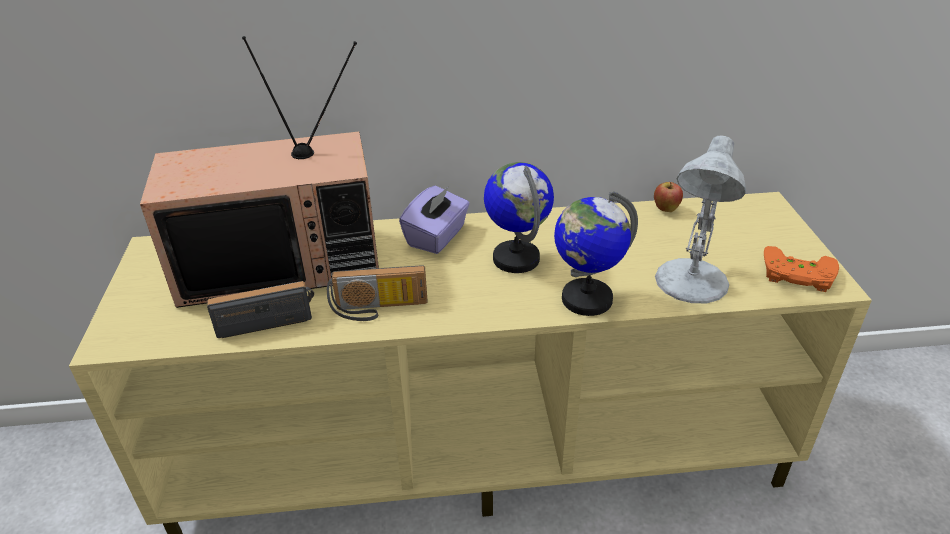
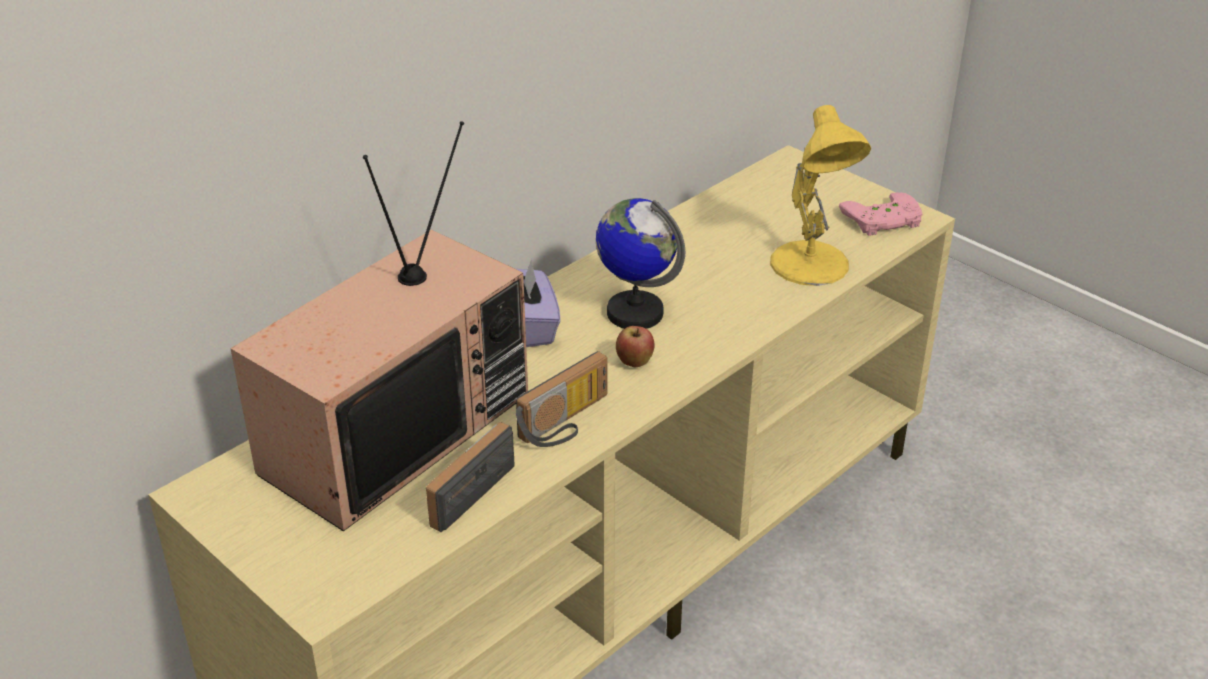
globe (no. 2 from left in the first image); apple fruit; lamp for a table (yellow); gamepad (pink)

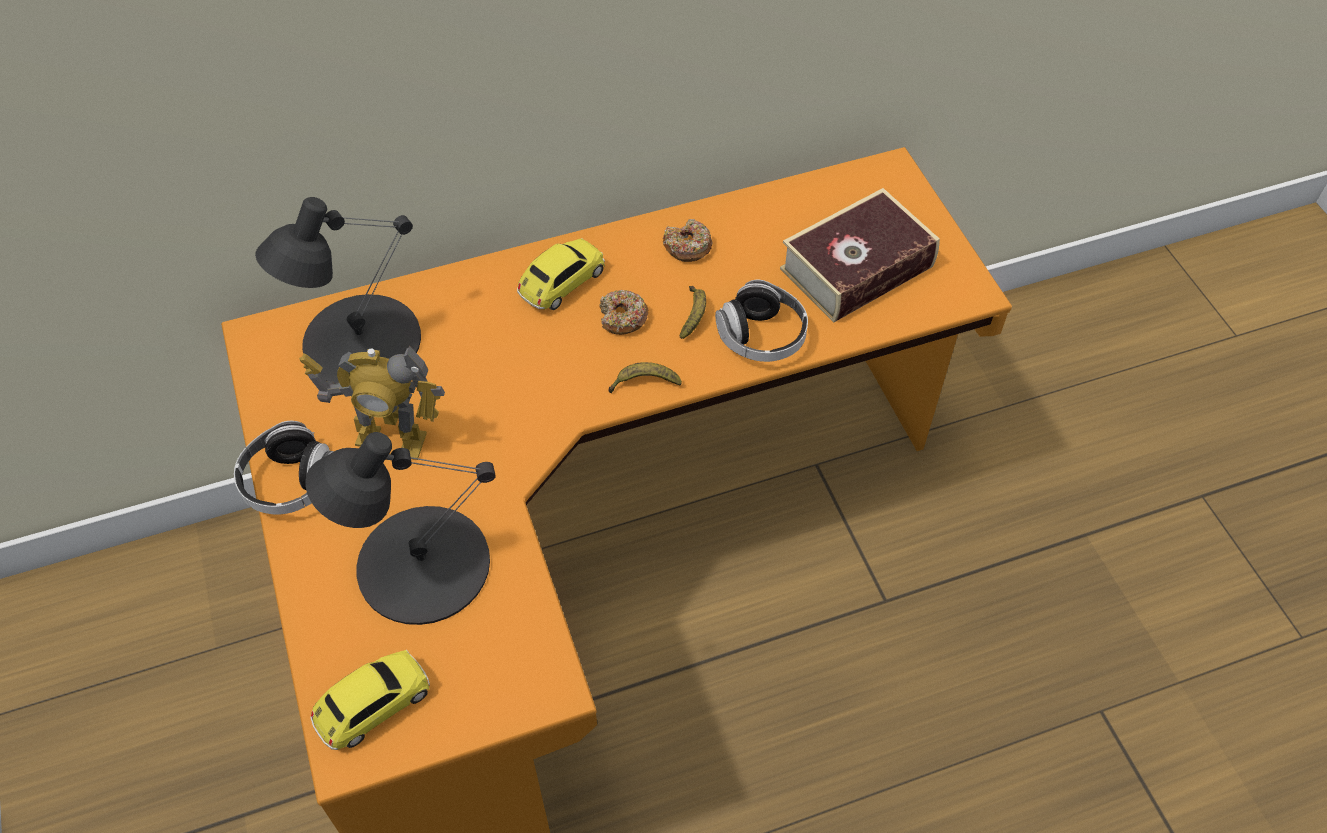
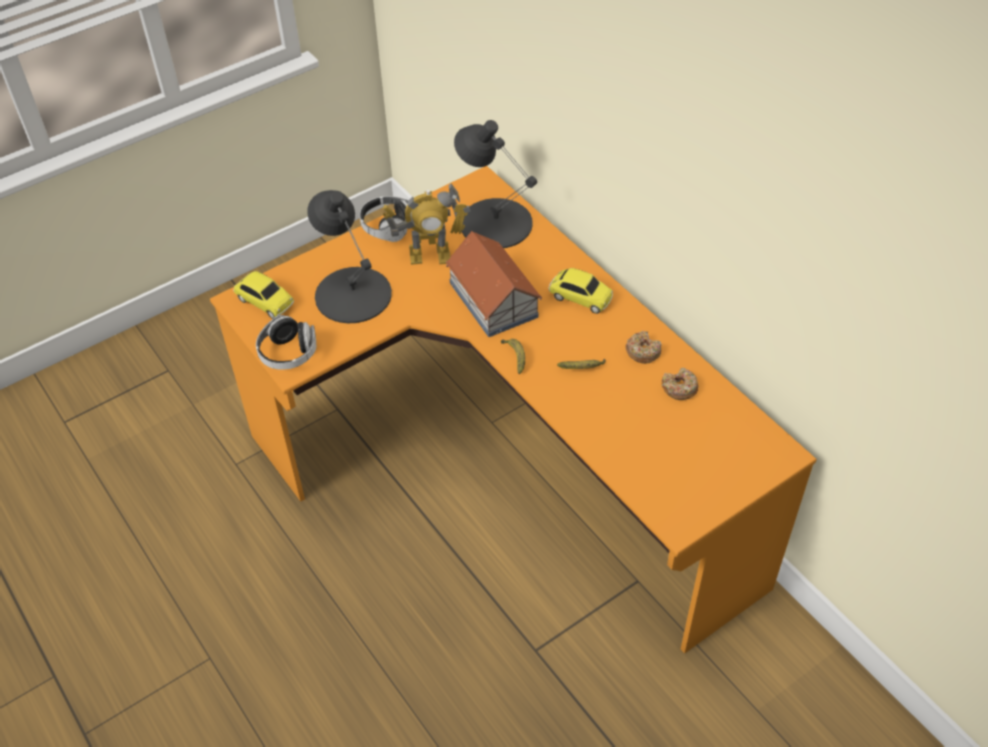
toy robot; doughnut (no. 2 from left); pair of headphones (no. 1 from left); volume; model house

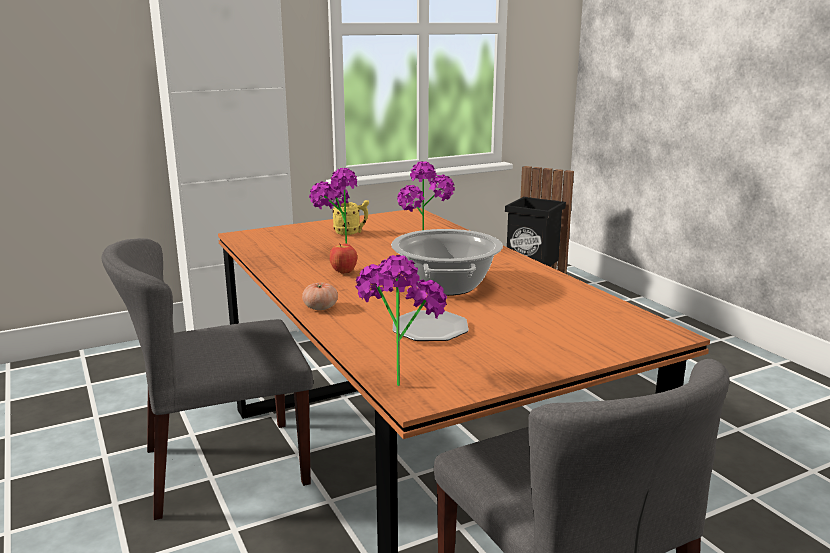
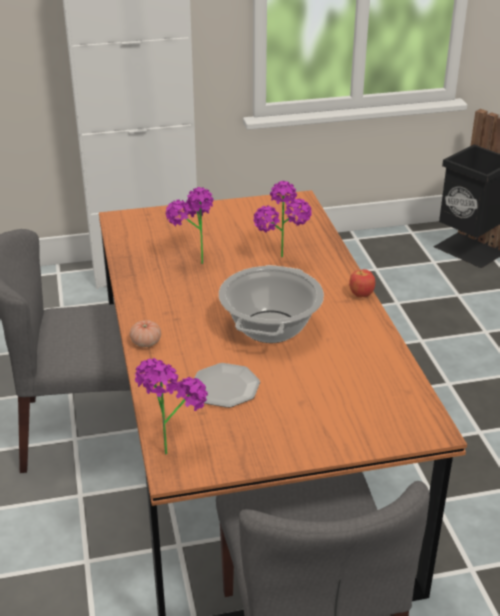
apple fruit; tea mug (yellow)

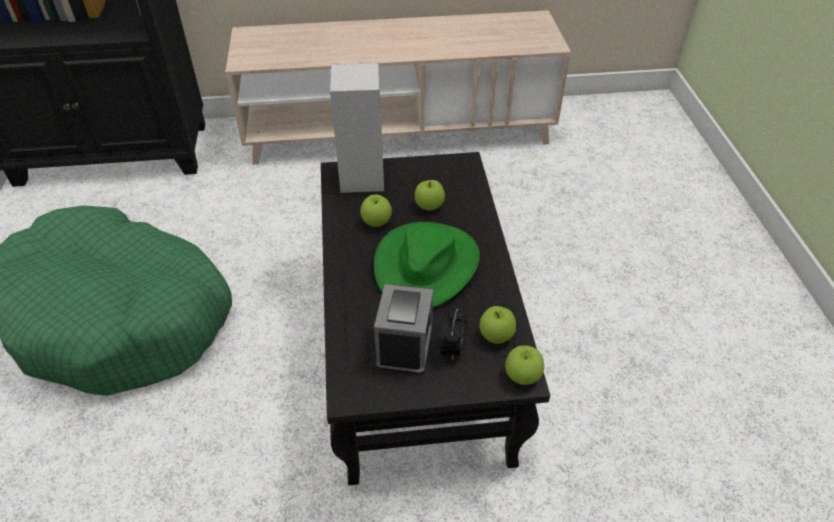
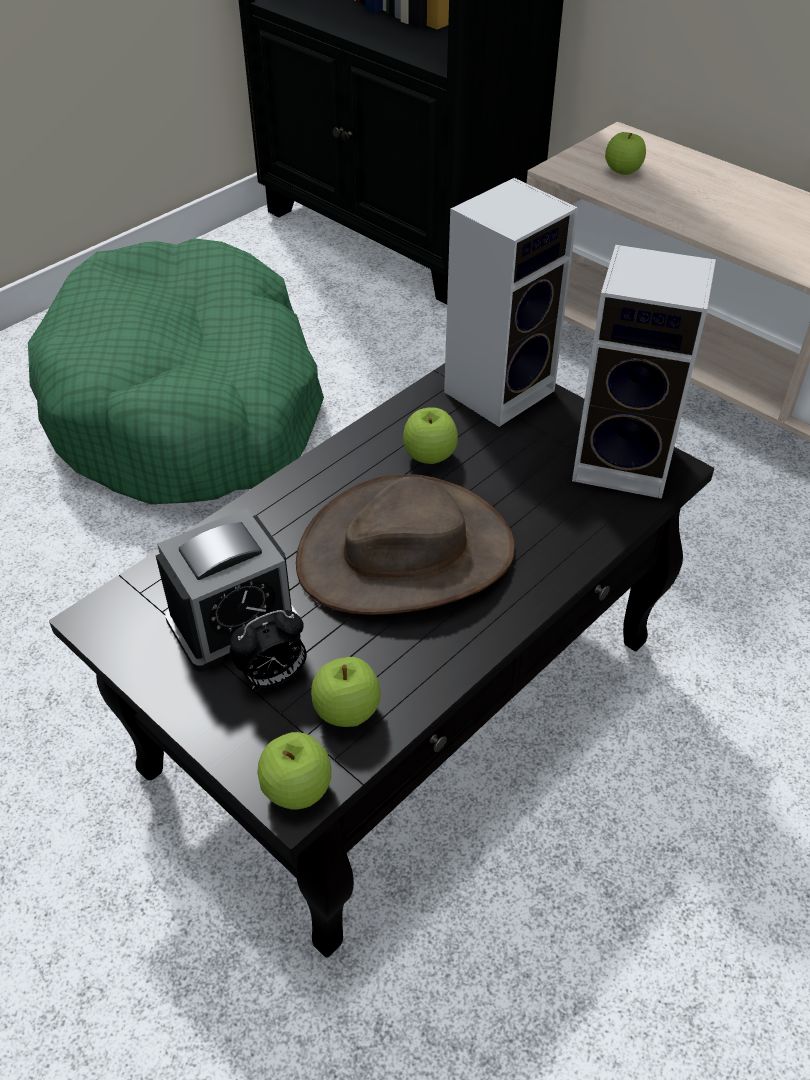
hat (brown); apple fruit (no. 4 from left); speaker (no. 2 from left)

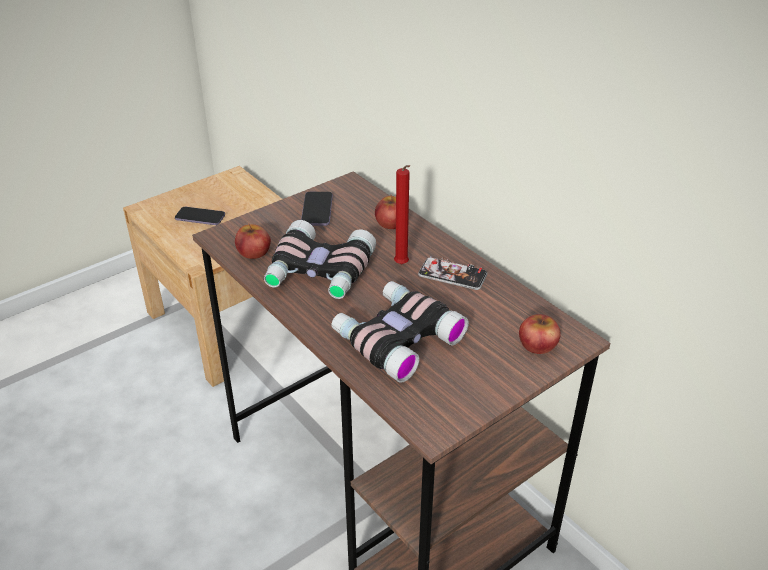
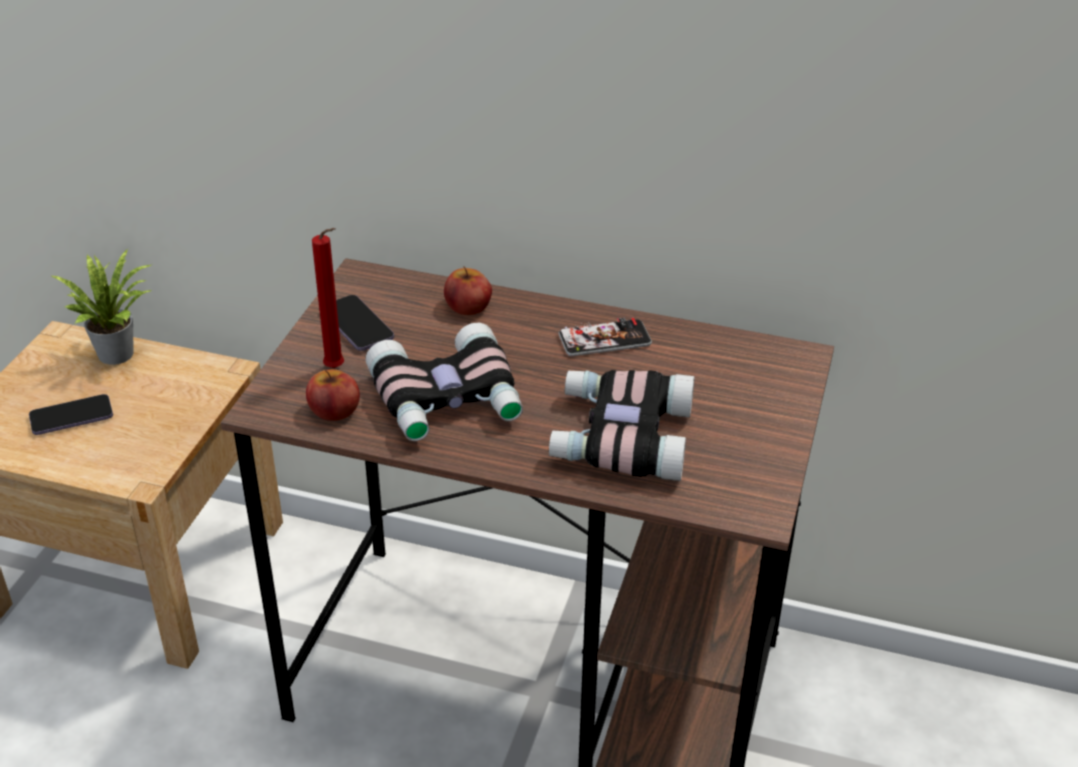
candle (reddish); apple fruit (no. 3 from left in the first image); potted plant

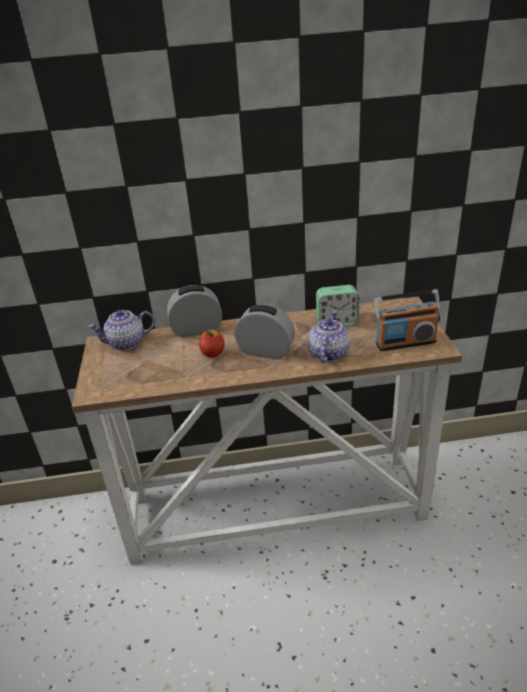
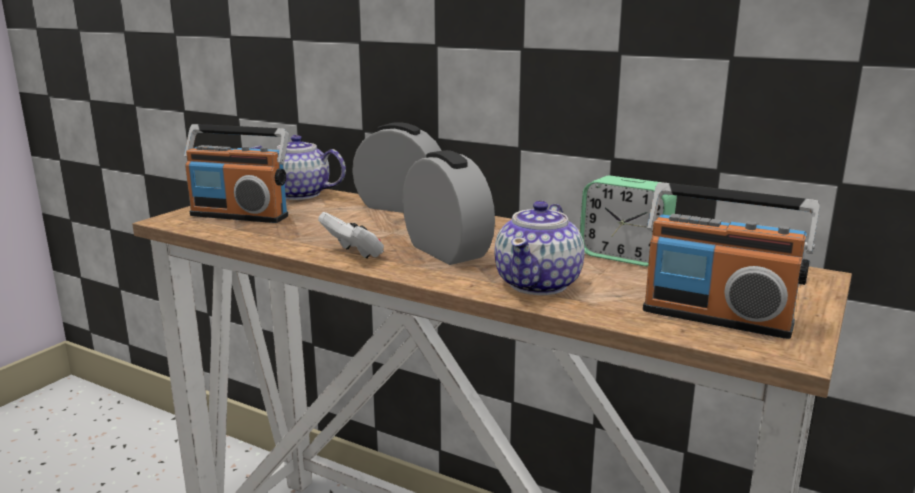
apple fruit; tea pot (no. 2 from left); radio set (no. 1 from left); gamepad (whitish)

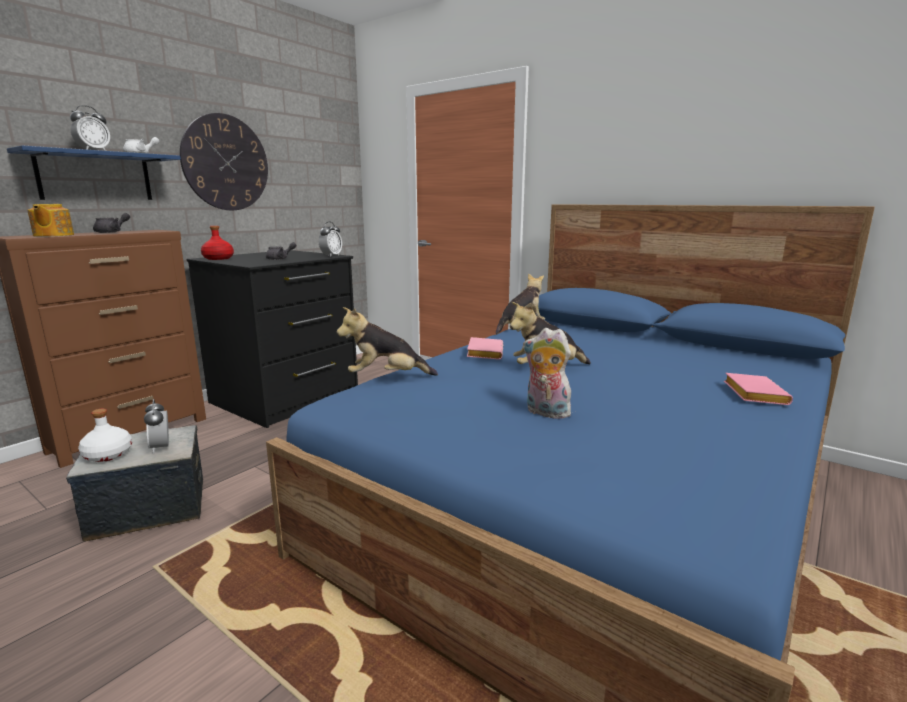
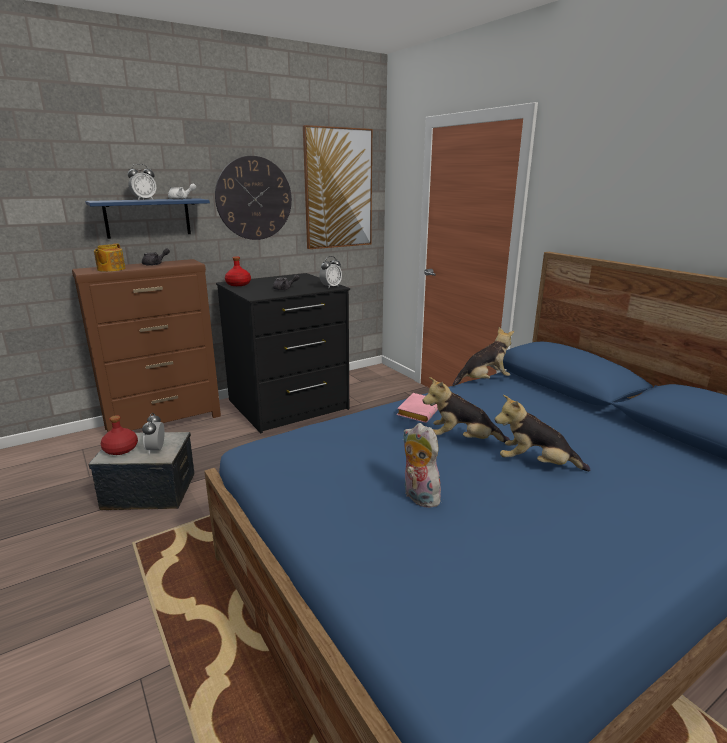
bottle (reddish) (no. 1 from left); plush toy (no. 4 from left); volume (pink) (no. 2 from left in the first image); picture

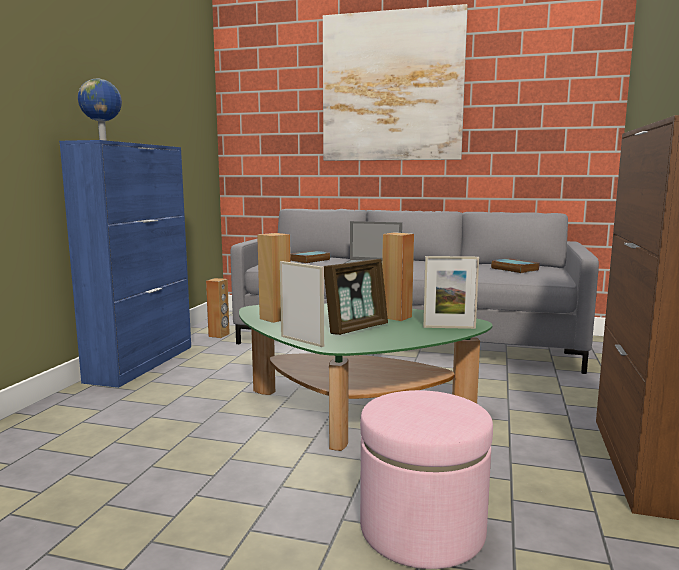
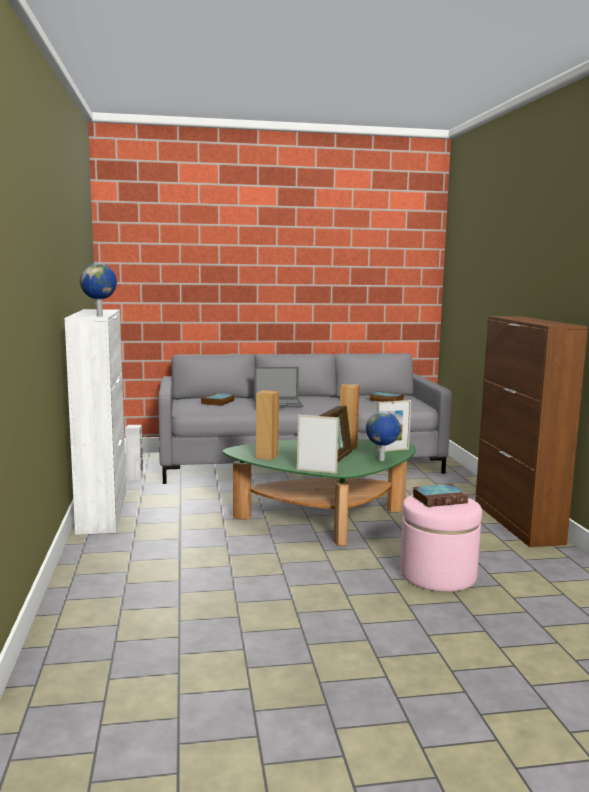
cabinet (whitish); speaker (whitish); picture; globe (no. 2 from left); volume (no. 3 from left)

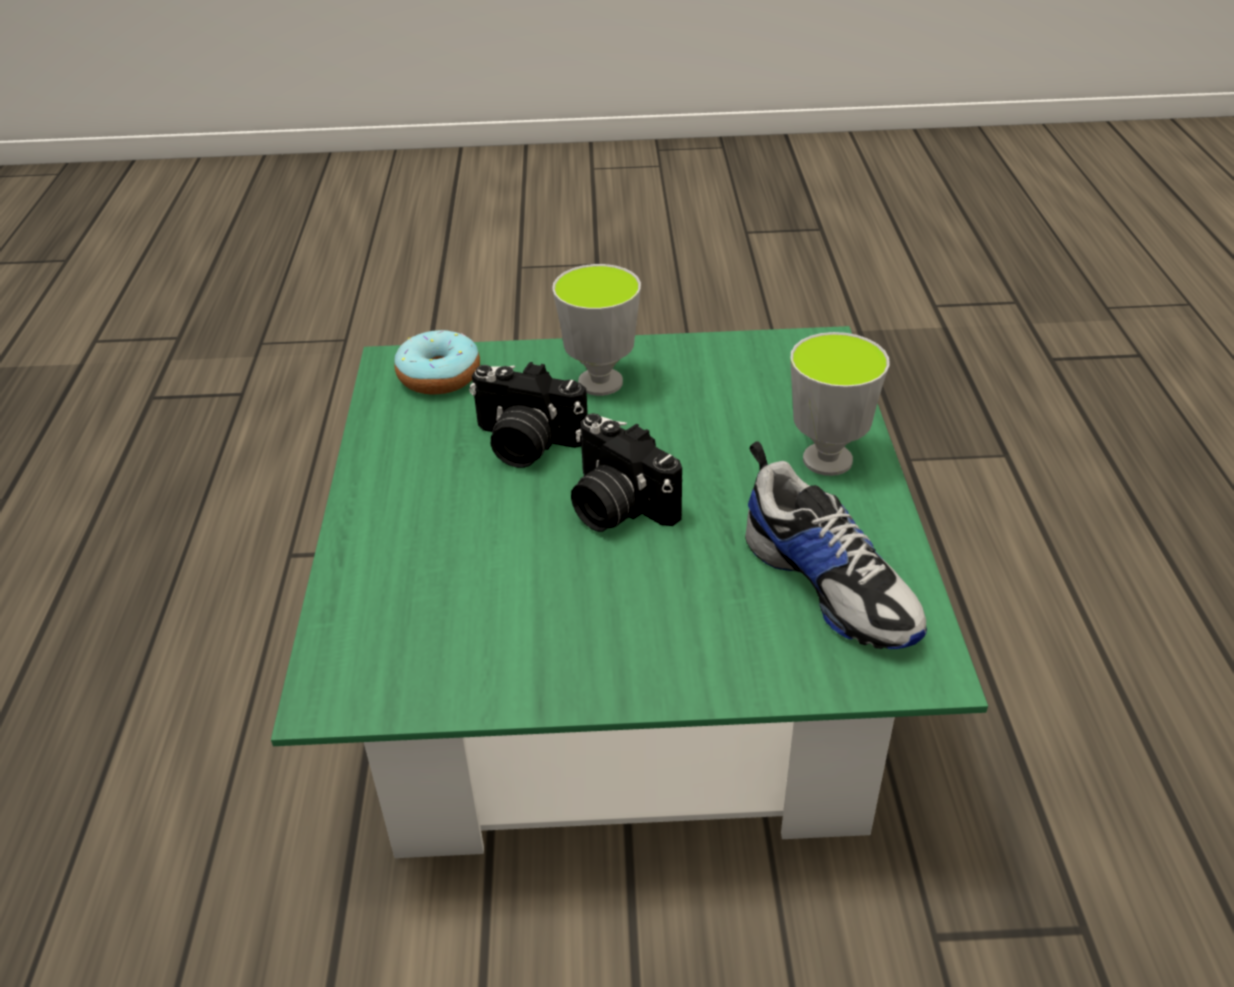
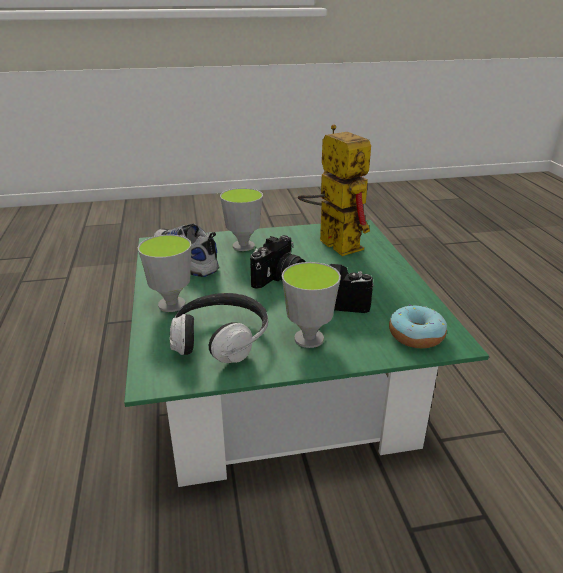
still camera (no. 1 from left); pair of headphones; cup (no. 2 from left); toy robot

